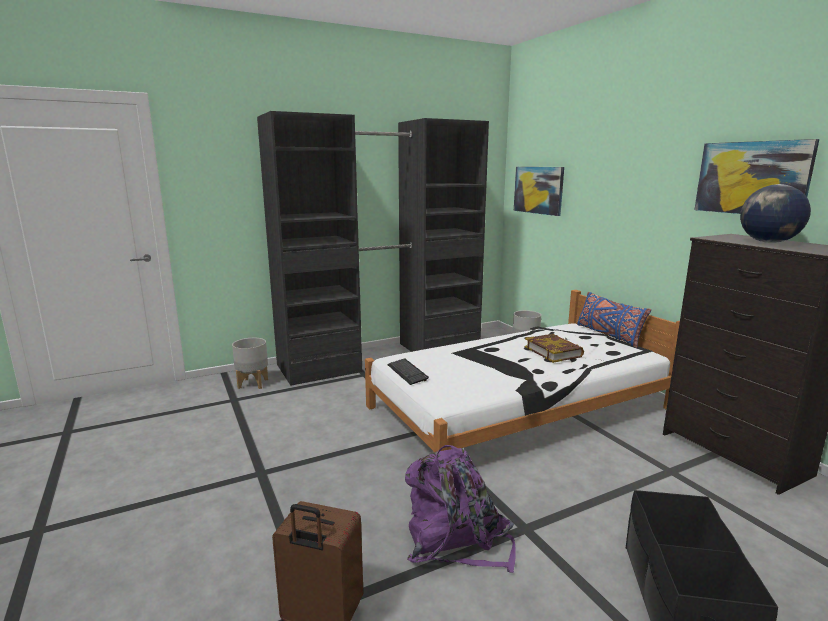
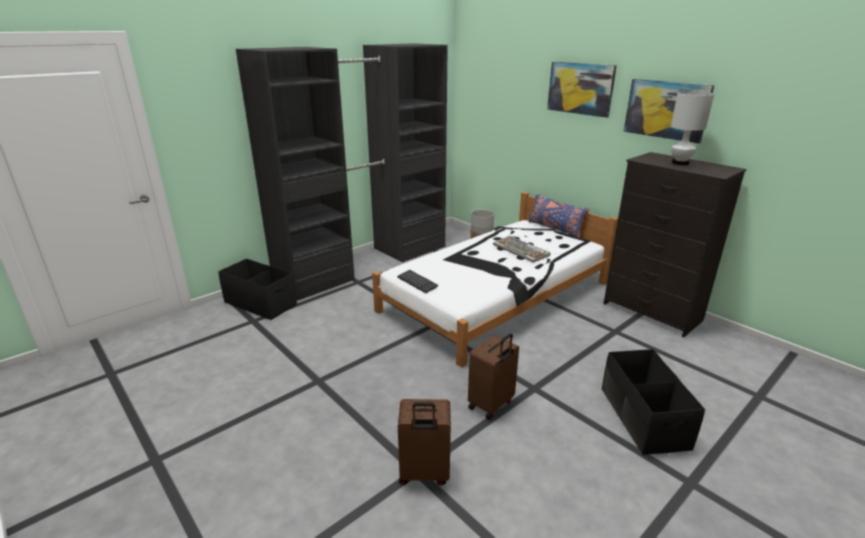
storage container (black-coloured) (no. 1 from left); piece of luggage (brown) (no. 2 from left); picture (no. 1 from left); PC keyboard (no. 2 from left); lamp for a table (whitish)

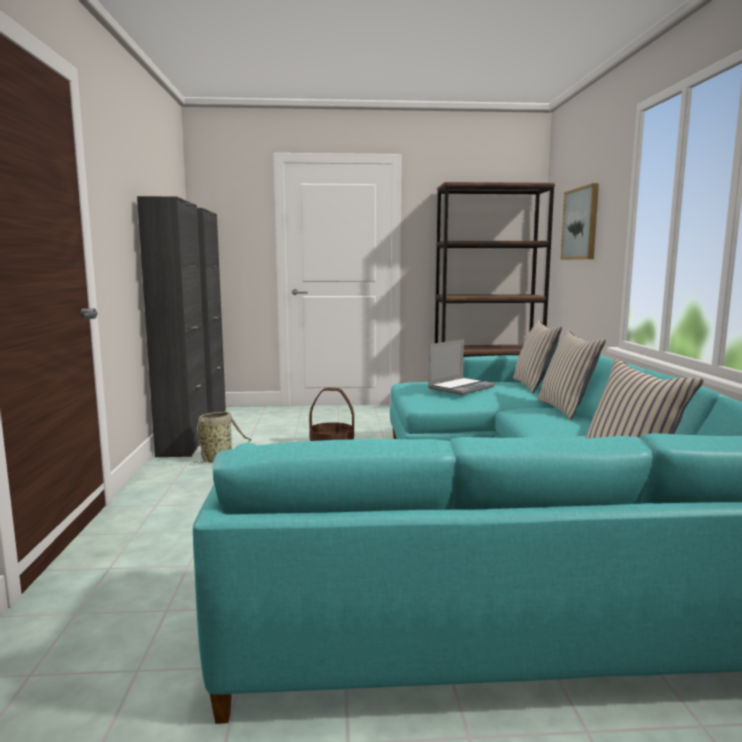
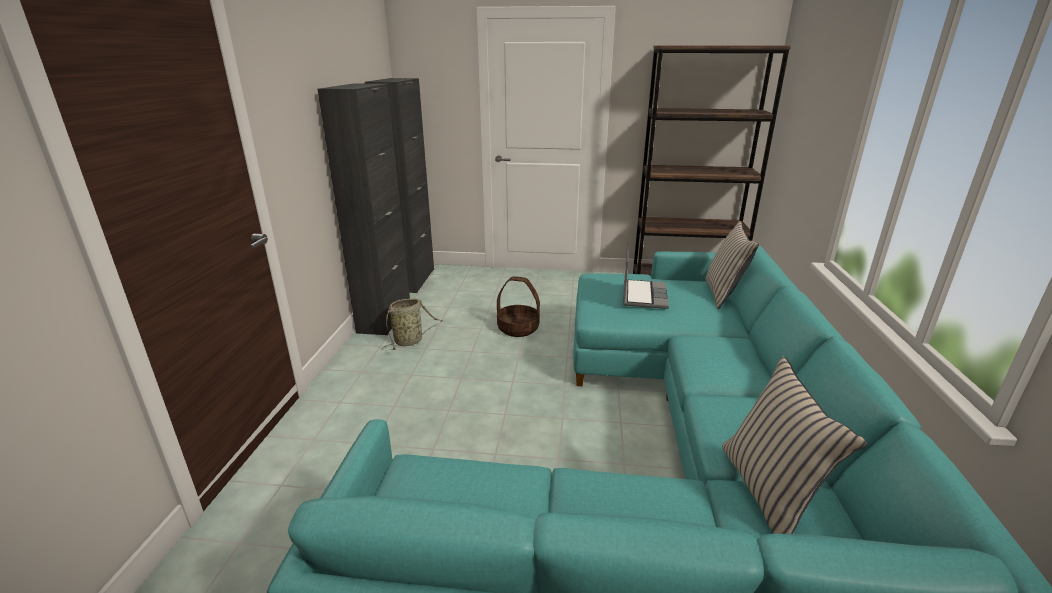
notebook computer; throw pillow (beige-coloured) (no. 2 from left in the first image); picture

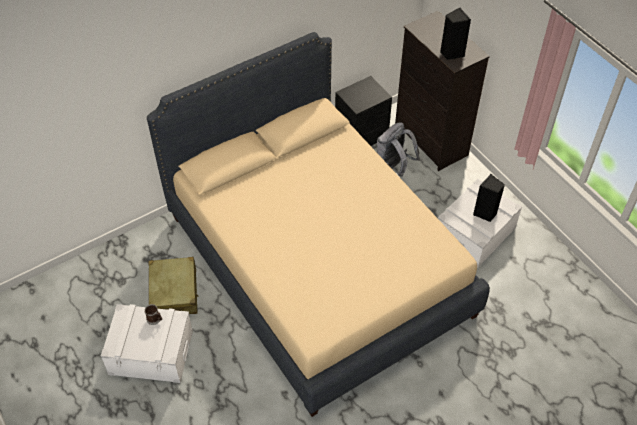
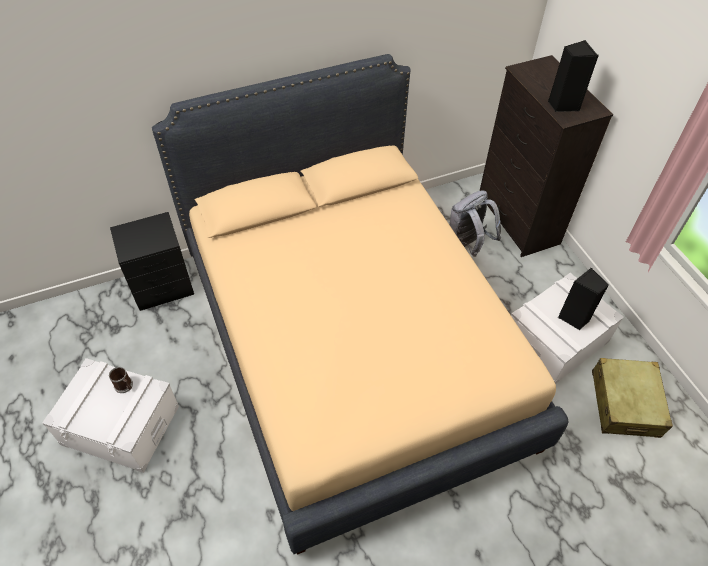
piece of luggage (beige-coloured); bedside table (black-coloured)

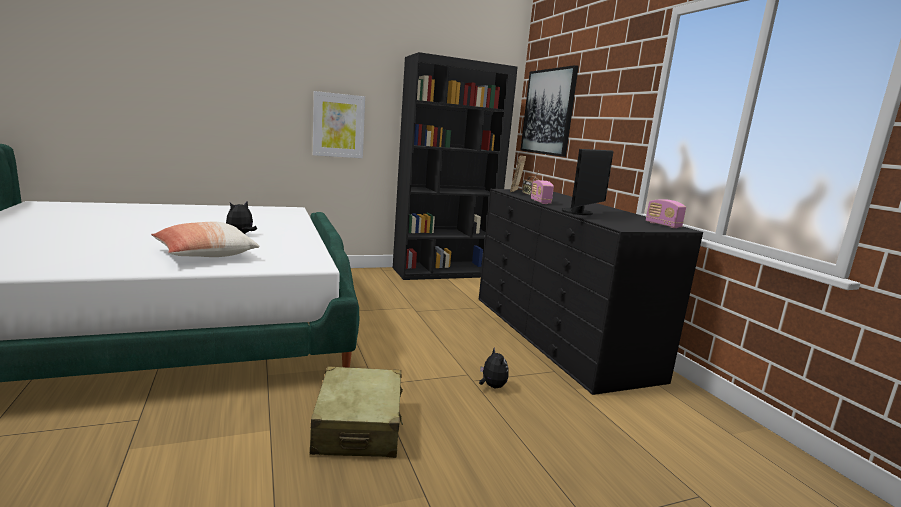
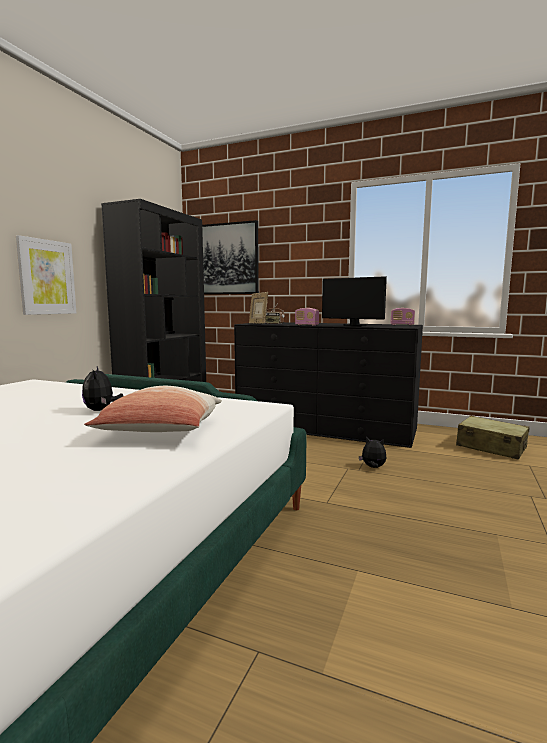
piece of luggage (beige-coloured); monitor

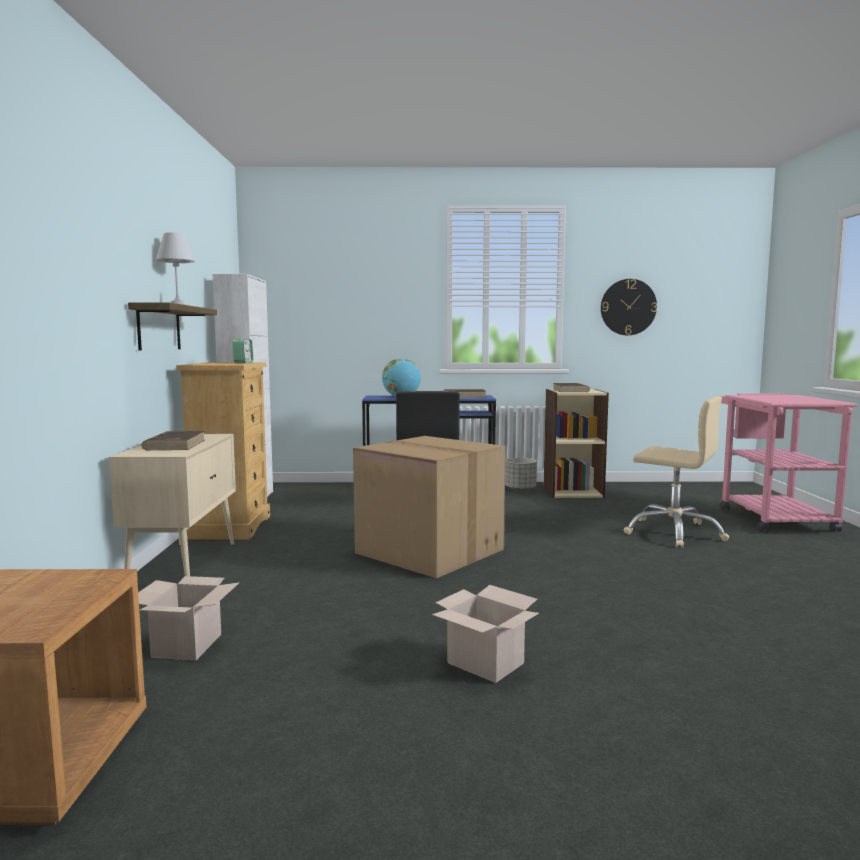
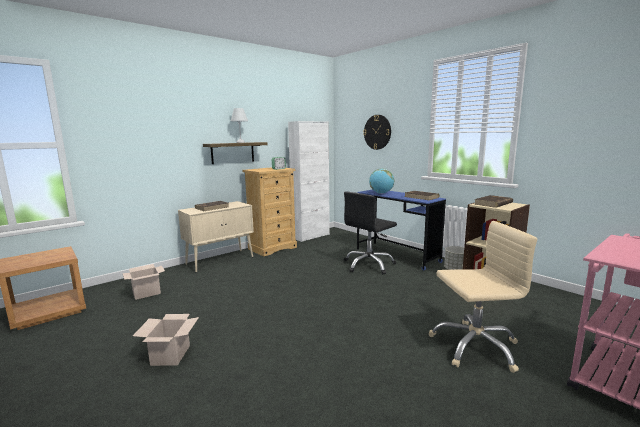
cardboard box (no. 2 from left in the first image); hanging clock; office chair (beige-coloured)

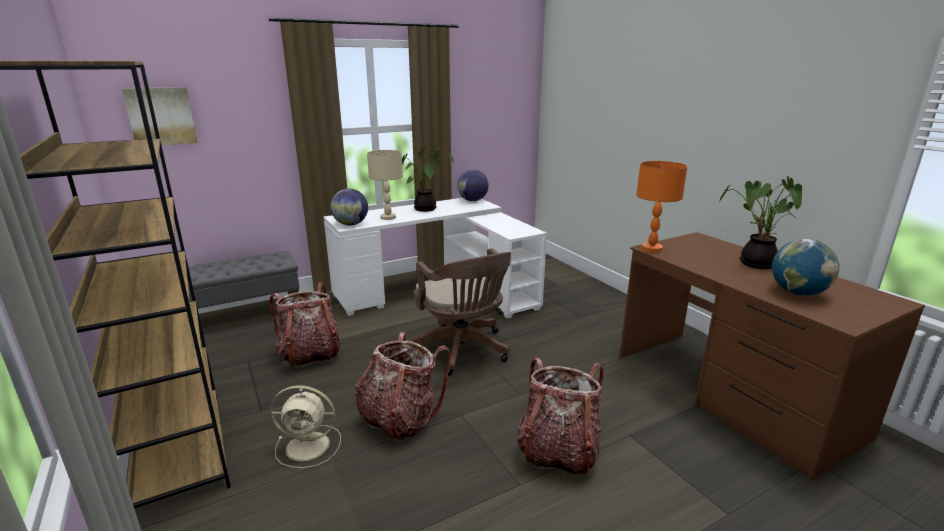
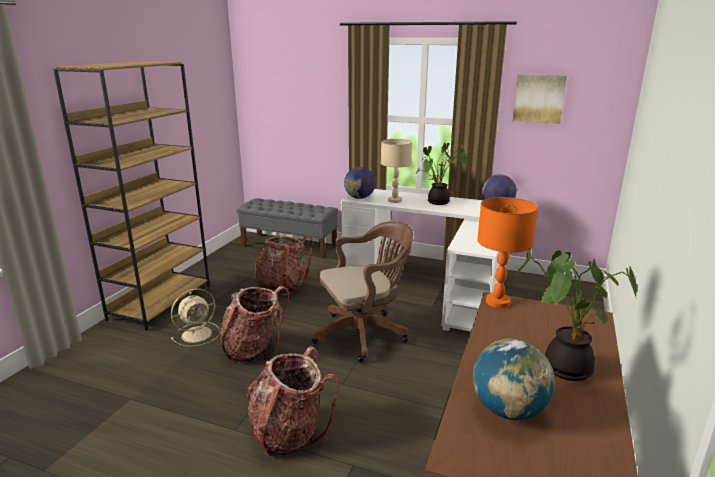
picture; fan (beige-coloured); office chair (brown)

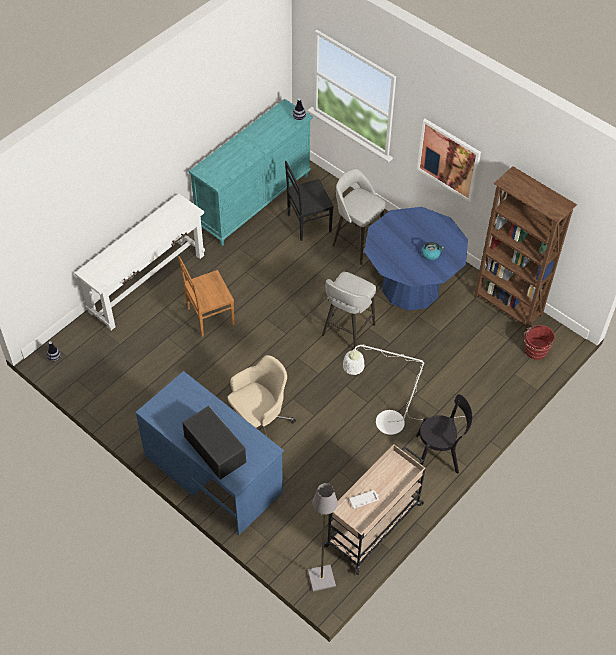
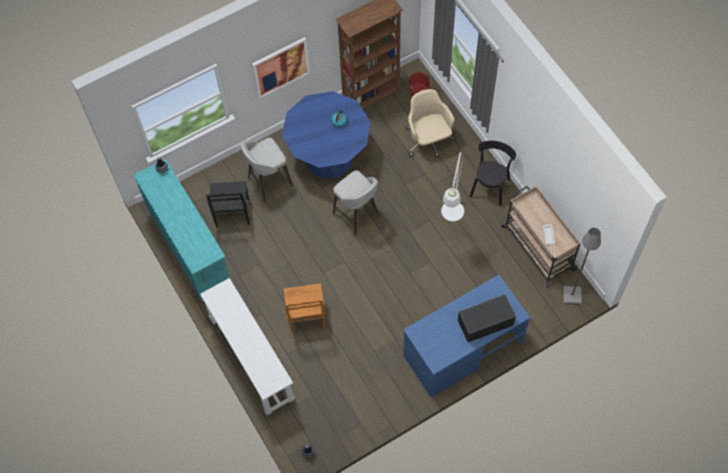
office chair (beige-coloured)

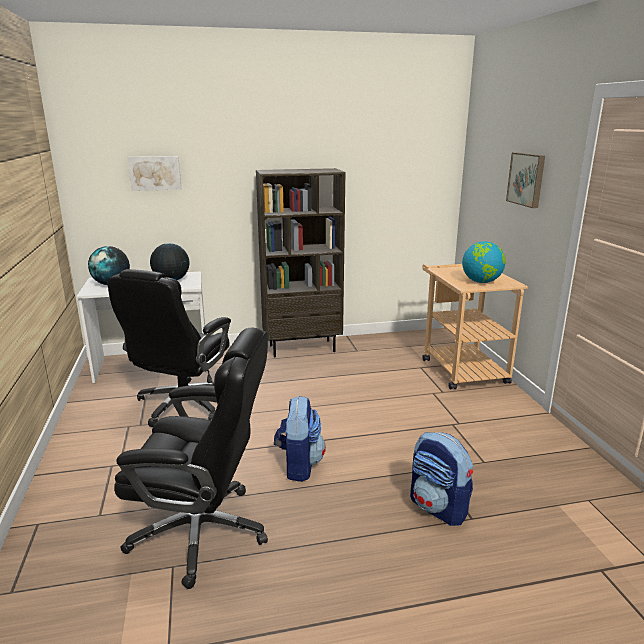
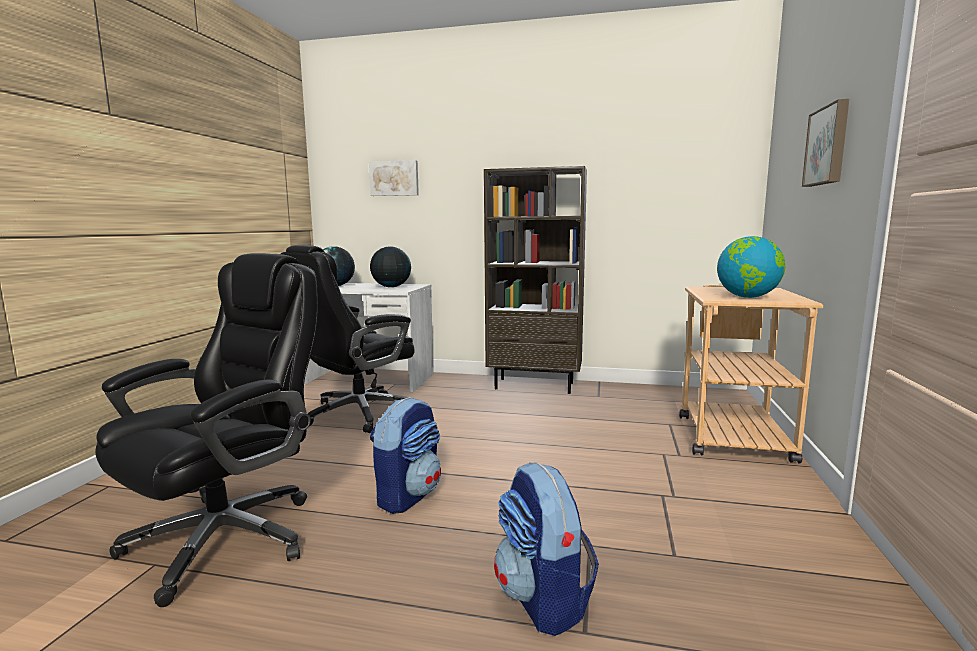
office chair (black-coloured) (no. 1 from left)

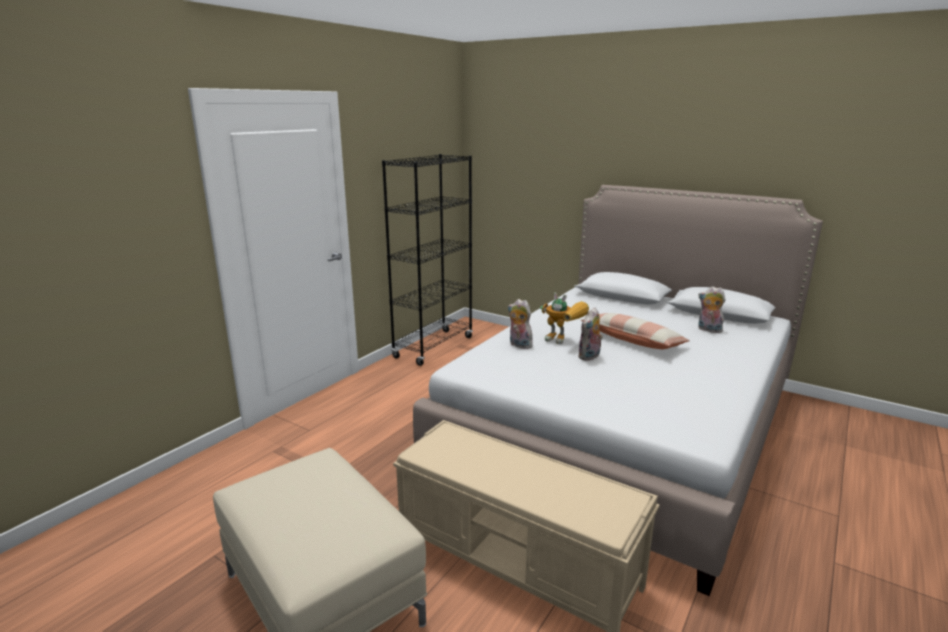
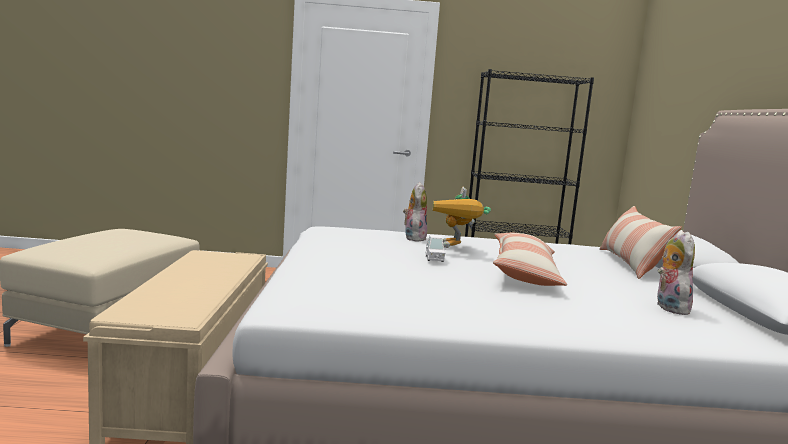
toy car (whitish); throw pillow (no. 2 from left)

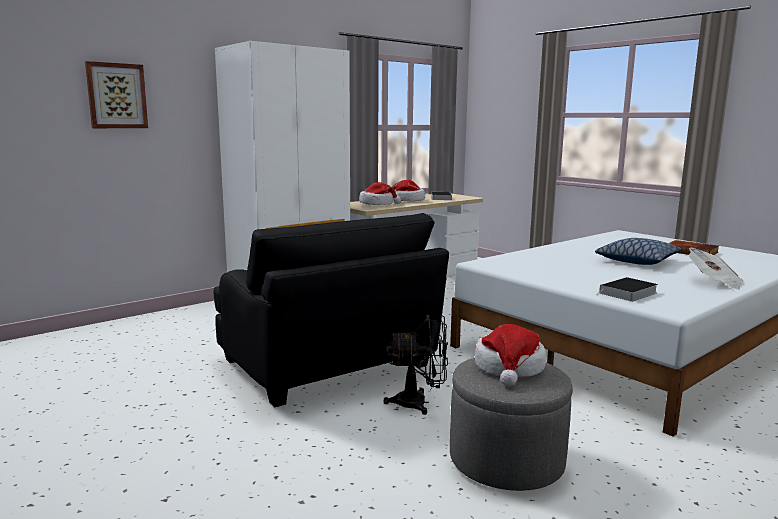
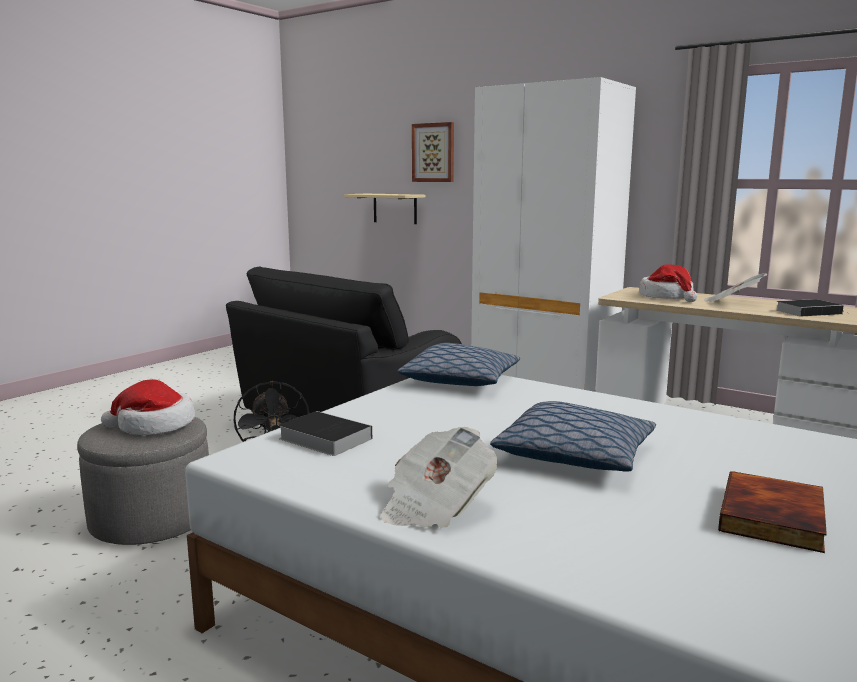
printed paper (no. 2 from left); shelf (beige-coloured); throw pillow (no. 1 from left)

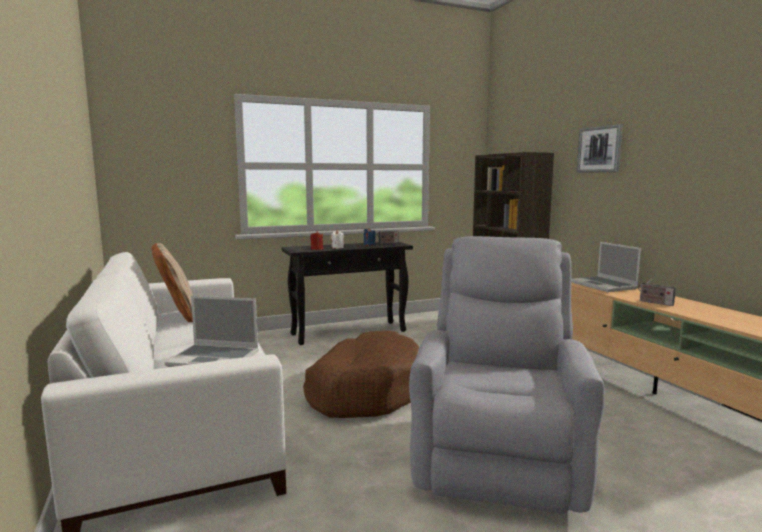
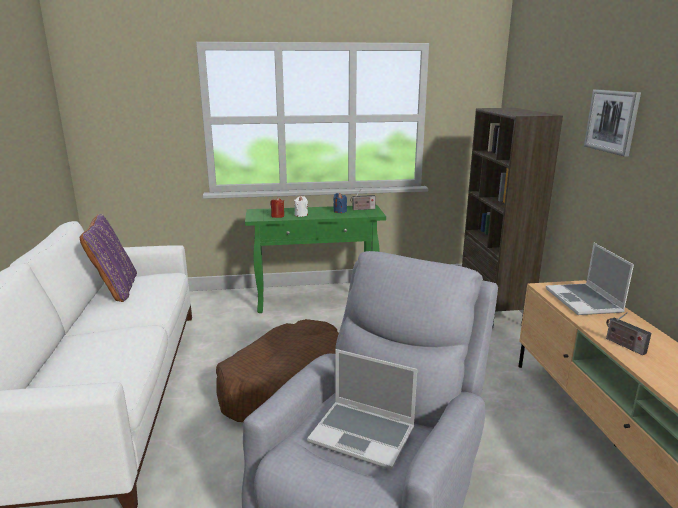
throw pillow (purplish); notebook computer (no. 1 from left); narrow table (green)

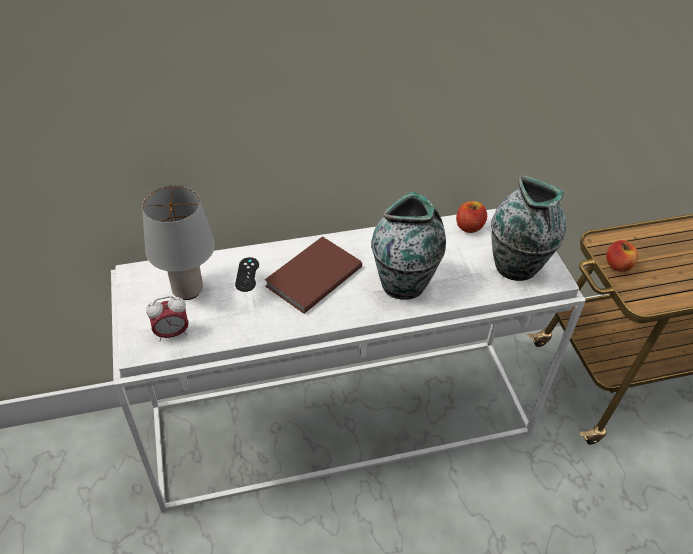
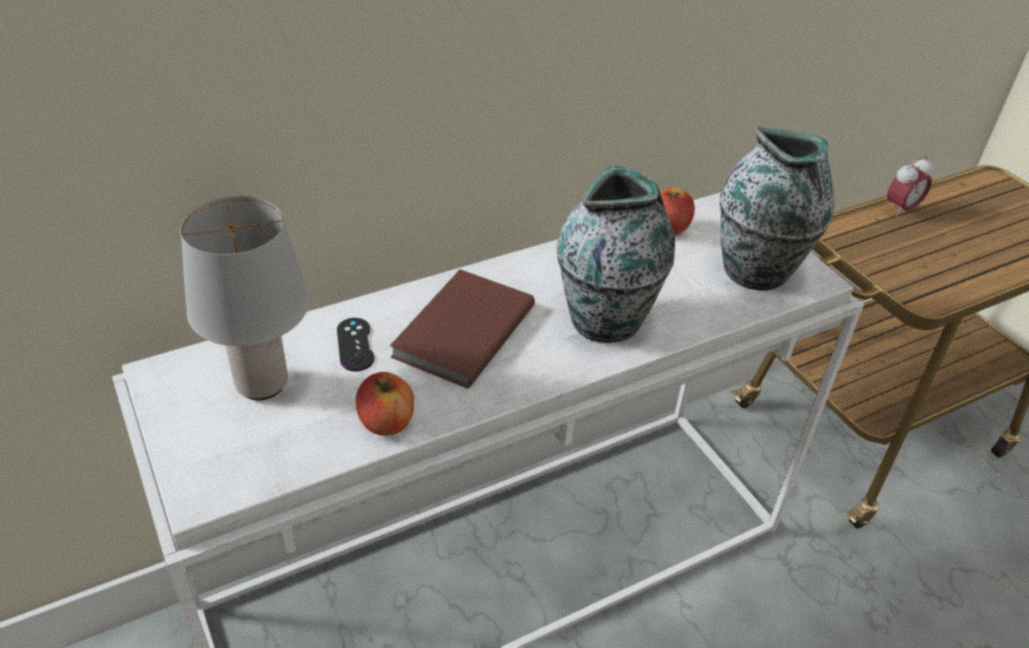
alarm clock; apple fruit (no. 1 from left)

